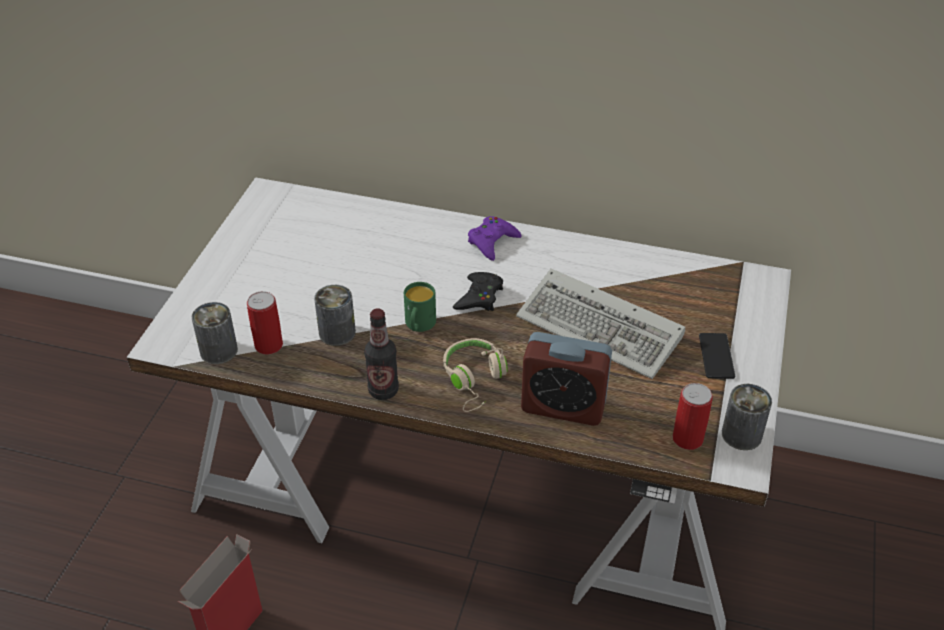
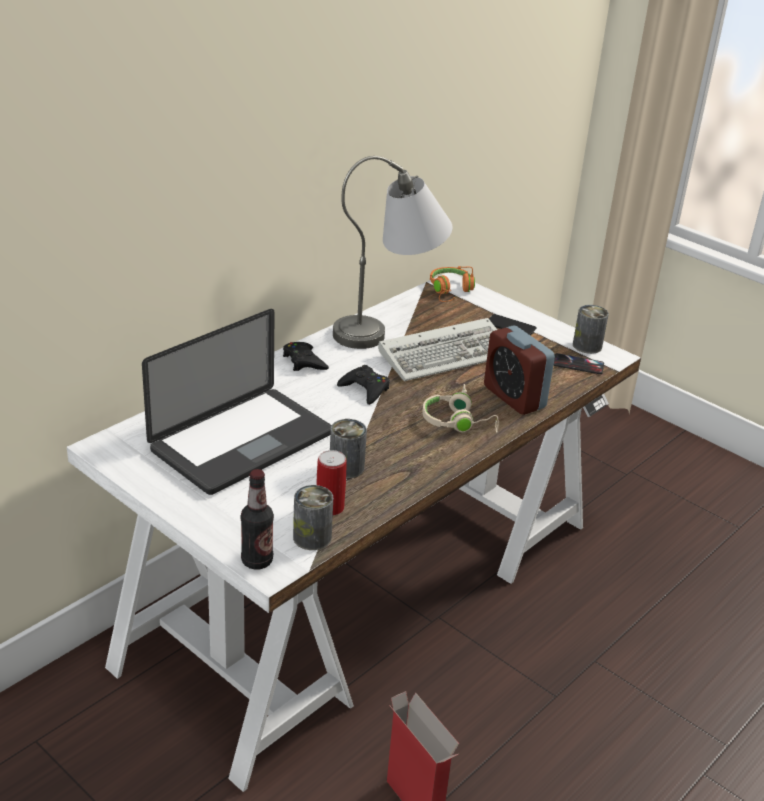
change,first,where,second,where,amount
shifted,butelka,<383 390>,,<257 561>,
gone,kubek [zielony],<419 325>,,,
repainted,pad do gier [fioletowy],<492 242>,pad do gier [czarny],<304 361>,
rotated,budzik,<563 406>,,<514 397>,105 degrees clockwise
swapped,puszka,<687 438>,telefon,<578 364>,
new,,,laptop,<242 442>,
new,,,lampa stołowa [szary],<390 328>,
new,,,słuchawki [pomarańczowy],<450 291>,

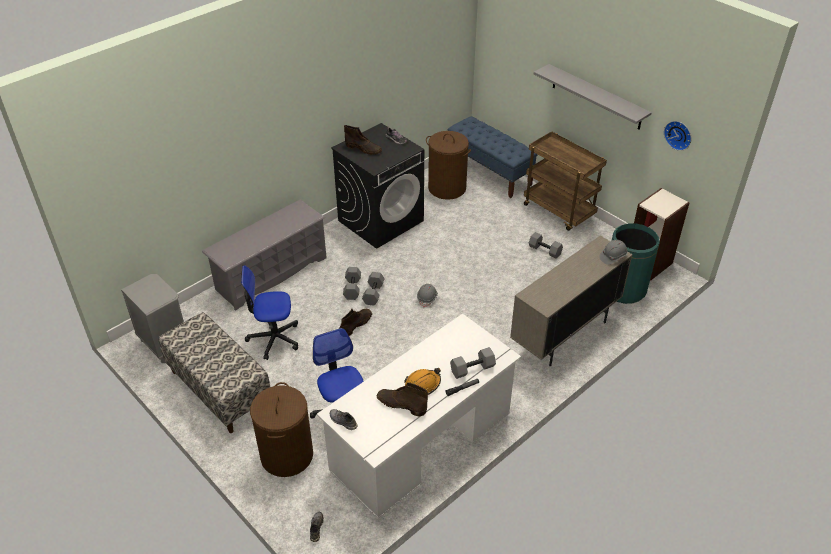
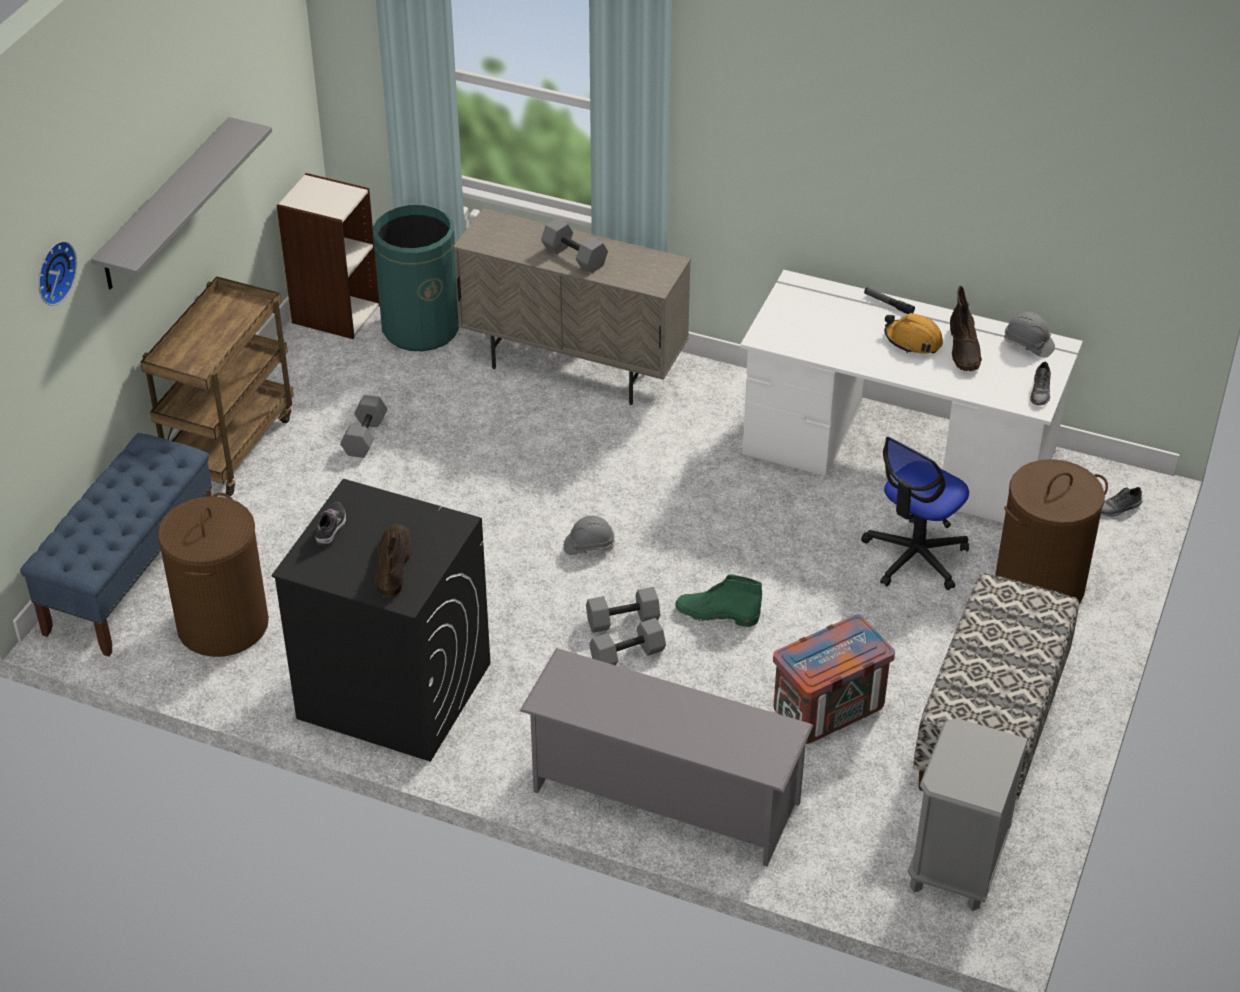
change,first,where,second,where,amount
swapped,krzesło biurowe,<274 338>,skrzynka,<827 710>,
repainted,but z cholewką [brązowy],<356 324>,but z cholewką [zielony],<716 614>,
shifted,hantel [szary],<472 368>,,<573 257>,
shifted,kask [szary],<613 257>,,<1028 345>,
shifted,zegar ścienny,<679 134>,,<52 272>,

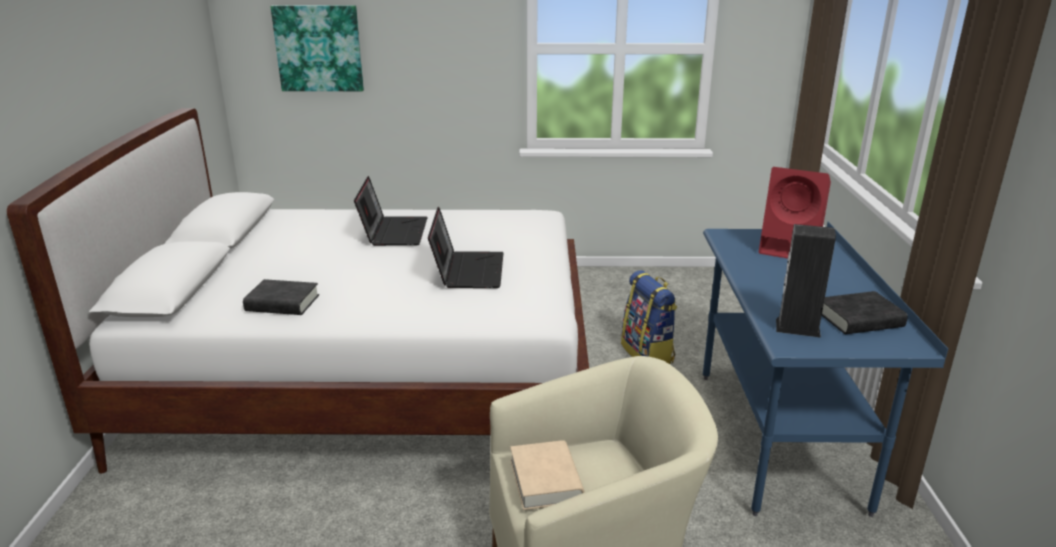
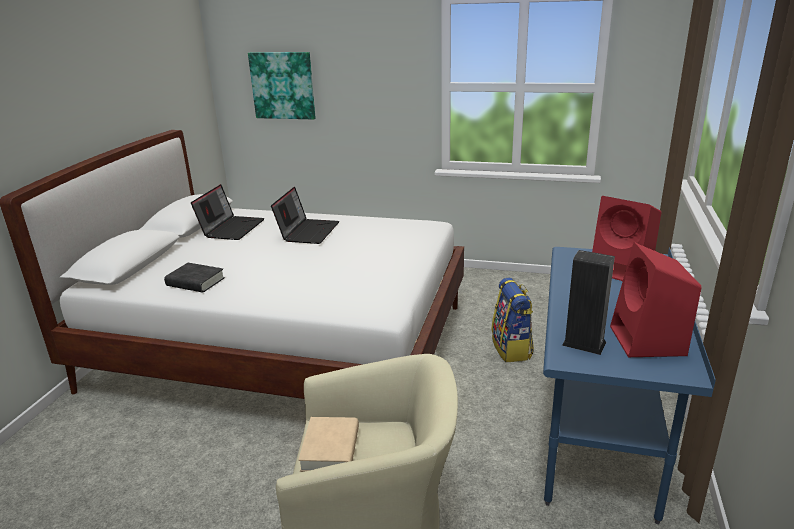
change,first,where,second,where,amount
shifted,laptop,<467 270>,,<231 228>,
swapped,książka [czarny],<859 319>,głośnik [czerwony],<648 342>,

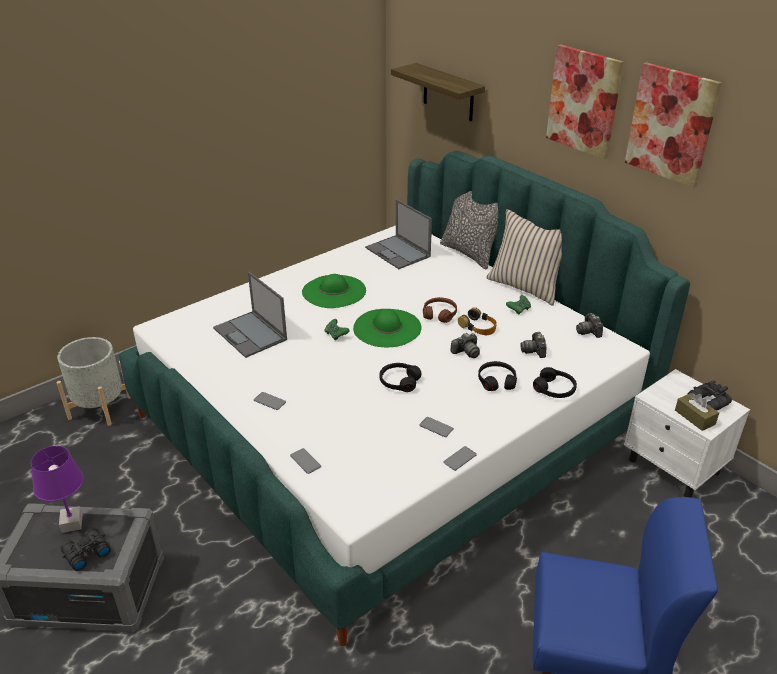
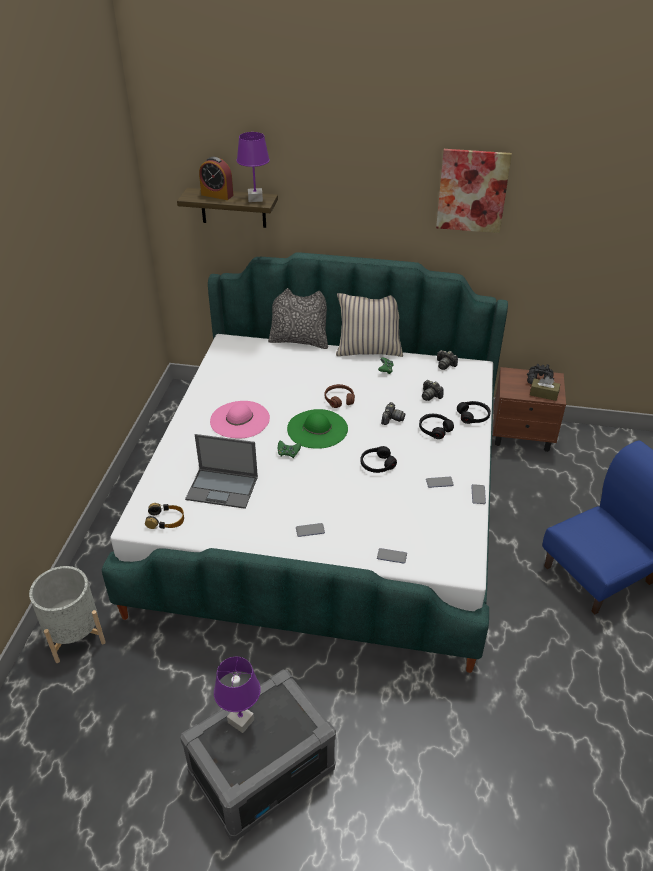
change,first,where,second,where,amount
gone,lornetka [czarny],<85 553>,,,
repainted,kapelusz [zielony],<334 291>,kapelusz [różowy],<240 420>,
gone,laptop,<398 252>,,,
shifted,słuchawki,<478 327>,,<166 520>,
gone,obraz,<584 101>,,,
repainted,szafka nocna [biały],<674 467>,szafka nocna [brązowy],<522 435>,
new,,,budzik,<217 195>,
new,,,lampa stołowa [fioletowy],<255 199>,

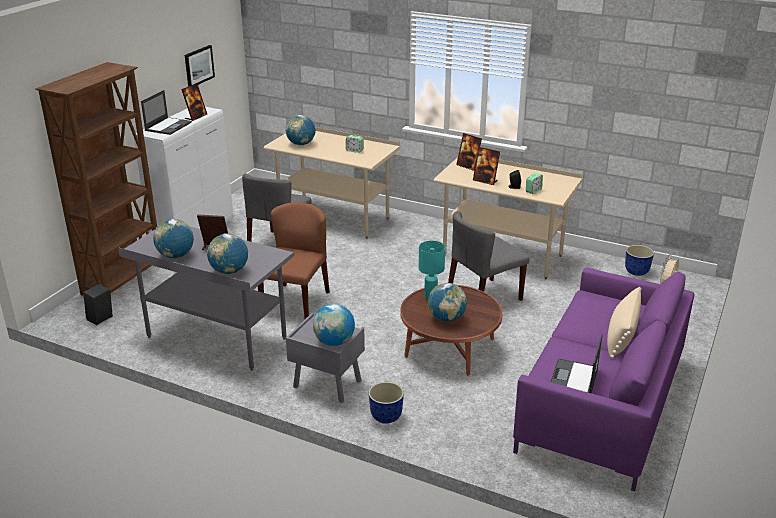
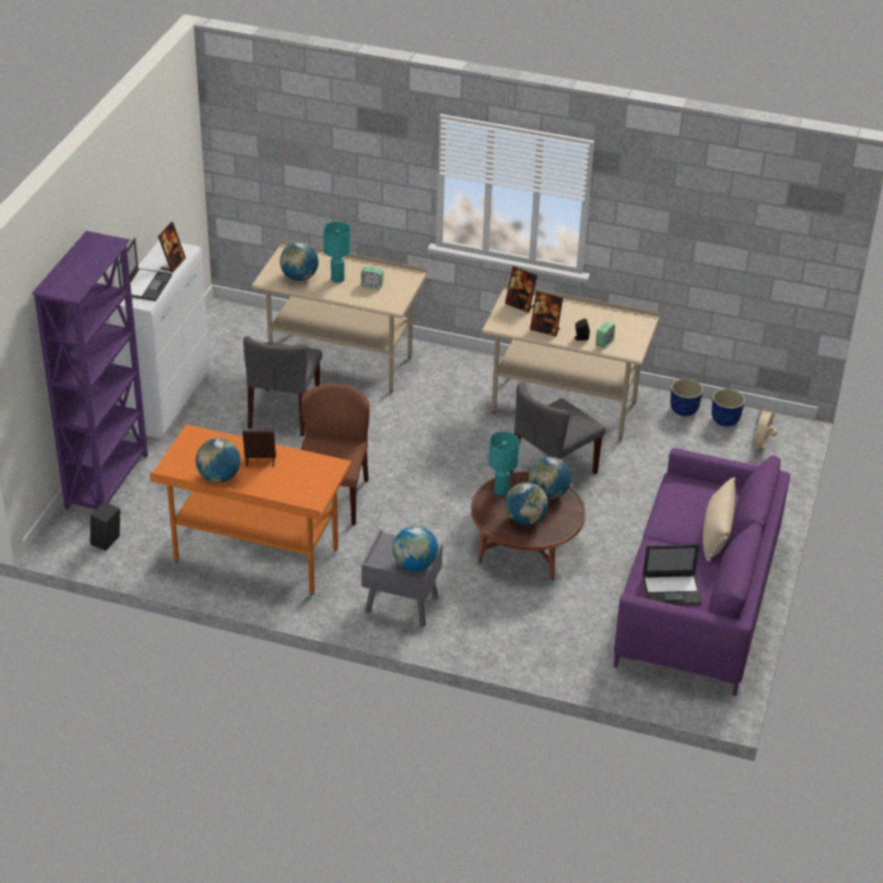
change,first,where,second,where,amount
repainted,regał [brązowy],<124 279>,regał [fioletowy],<108 481>,
repainted,biurko [szary],<216 338>,biurko [pomarańczowy],<256 556>,
gone,obraz,<199 66>,,,
shifted,globus,<229 271>,,<548 494>,
shifted,donica,<386 417>,,<684 411>,
rotated,laptop,<573 379>,,<672 590>,105 degrees counterclockwise
new,,,lampa stołowa [turkusowy],<337 279>,

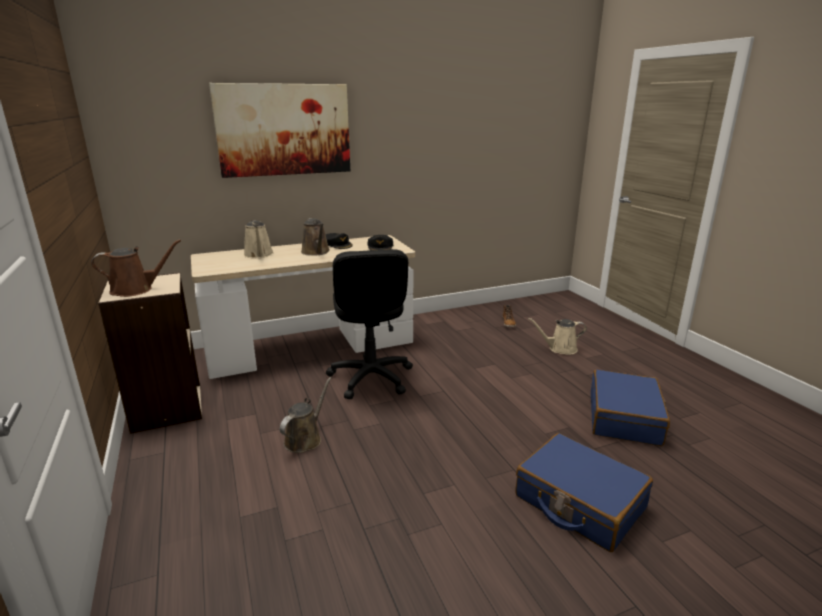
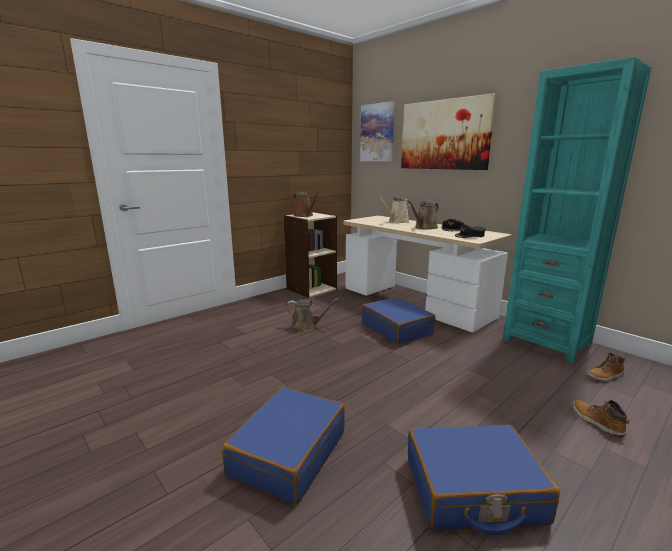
change,first,where,second,where,amount
swapped,krzesło biurowe [czarny],<370 378>,walizka [niebieski],<397 329>,
swapped,konewka [beżowy],<560 349>,but z cholewką,<596 422>,
new,,,obraz,<377 133>,
new,,,regał [turkusowy],<546 341>,

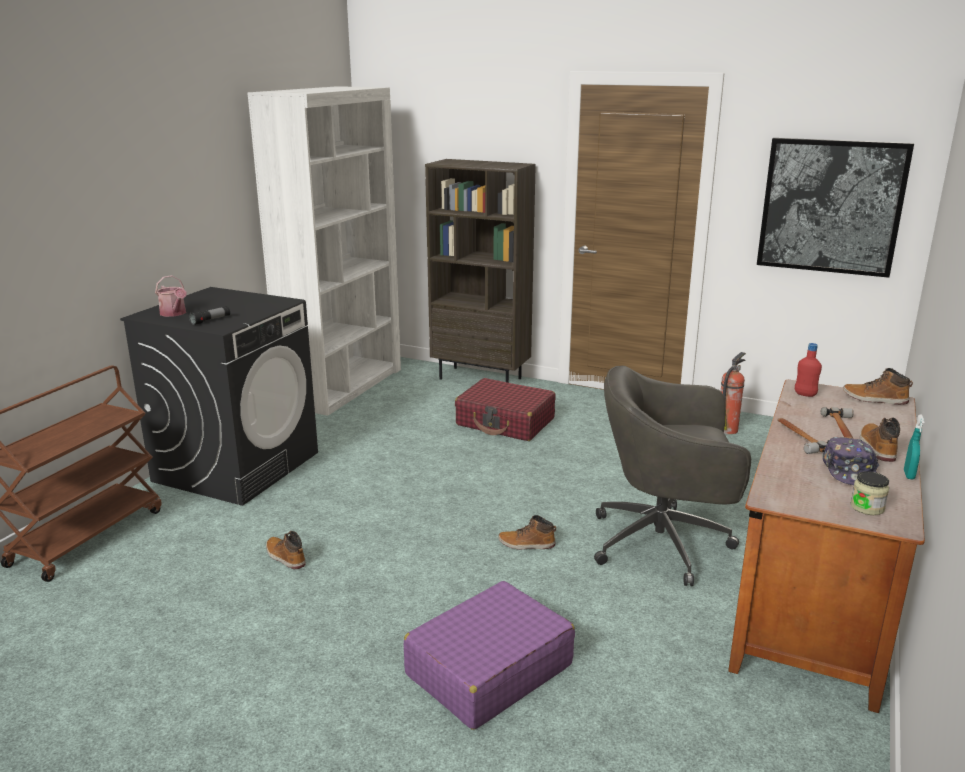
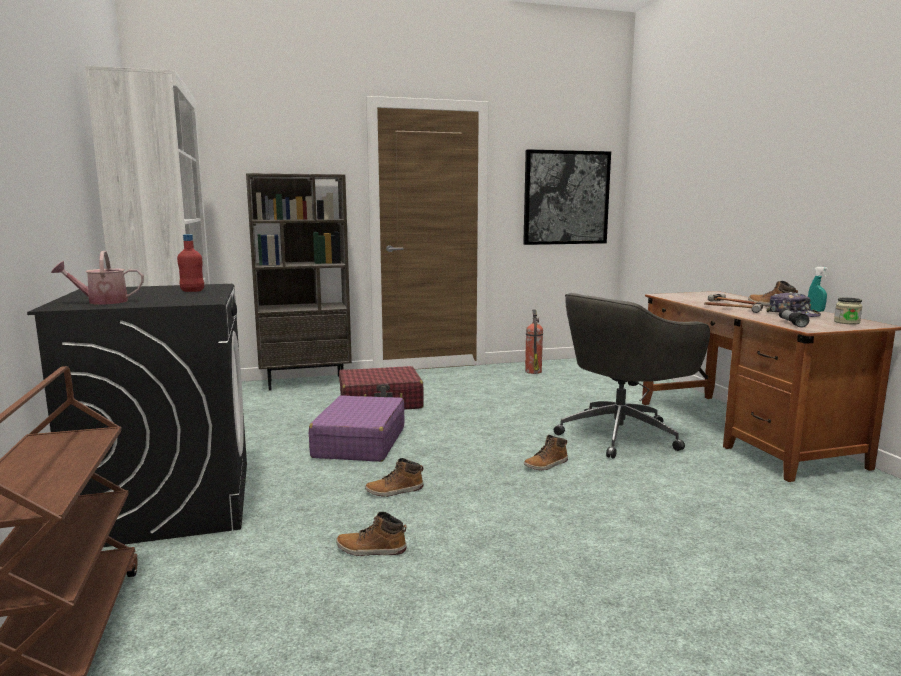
change,first,where,second,where,amount
rotated,konewka,<174 313>,,<102 302>,150 degrees clockwise
shifted,latarka,<211 320>,,<792 323>,
shifted,walizka [fioletowy],<488 670>,,<359 442>,
shifted,butelka [czerwony],<805 394>,,<192 291>,
shifted,but z cholewką,<874 399>,,<395 491>,

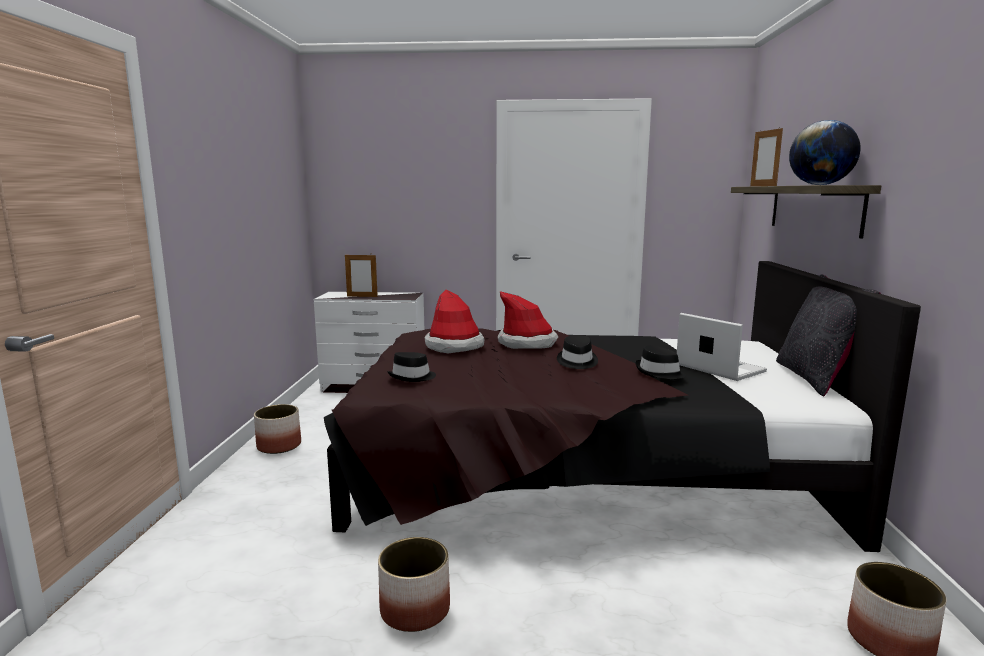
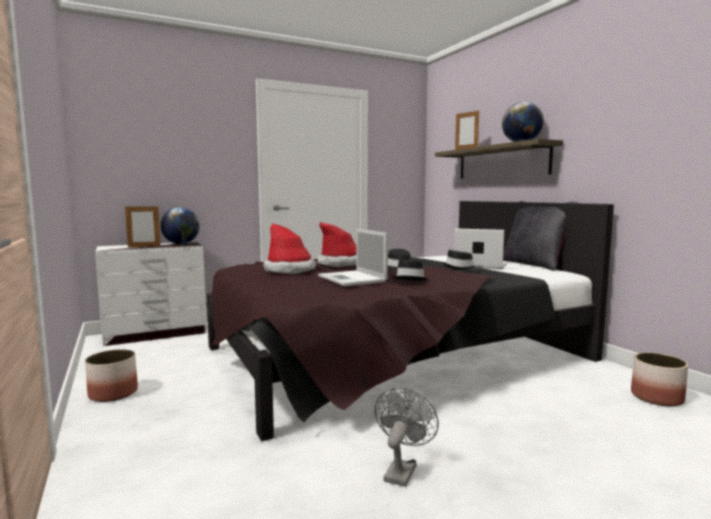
change,first,where,second,where,amount
swapped,donica,<414 609>,wentylator [szary],<401 470>,
shifted,kapelusz [czarny],<412 377>,,<410 279>,
new,,,globus,<181 244>,
new,,,laptop,<352 279>,

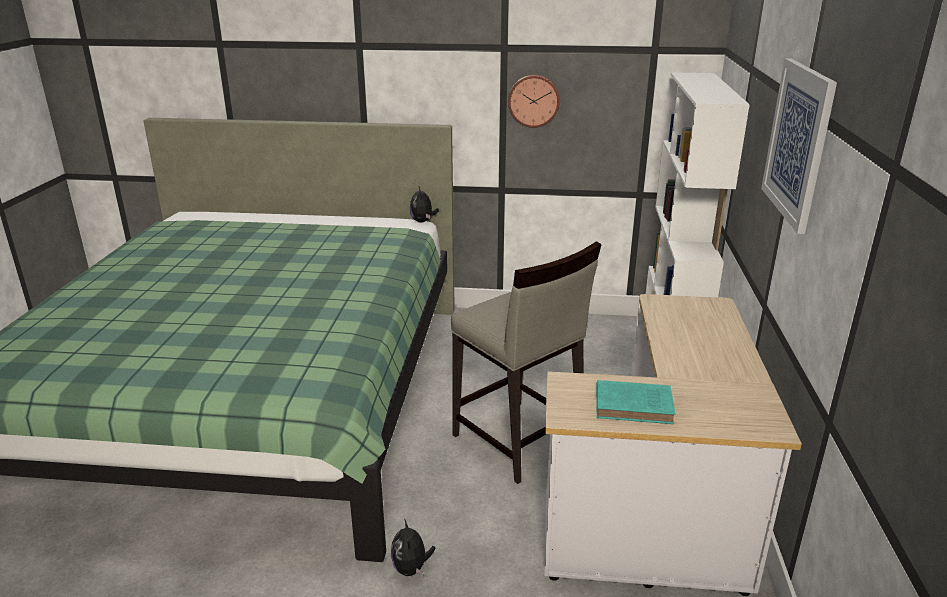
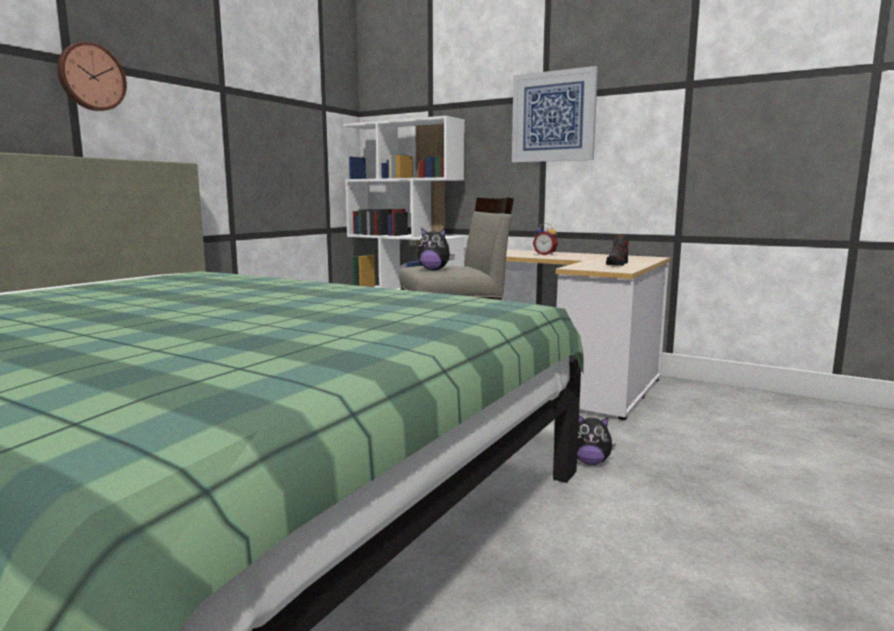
change,first,where,second,where,amount
shifted,pluszak,<423 221>,,<434 270>,
shifted,zegar ścienny,<533 100>,,<91 77>,
swapped,książka [turkusowy],<636 406>,but,<617 264>,
new,,,budzik,<545 254>,

